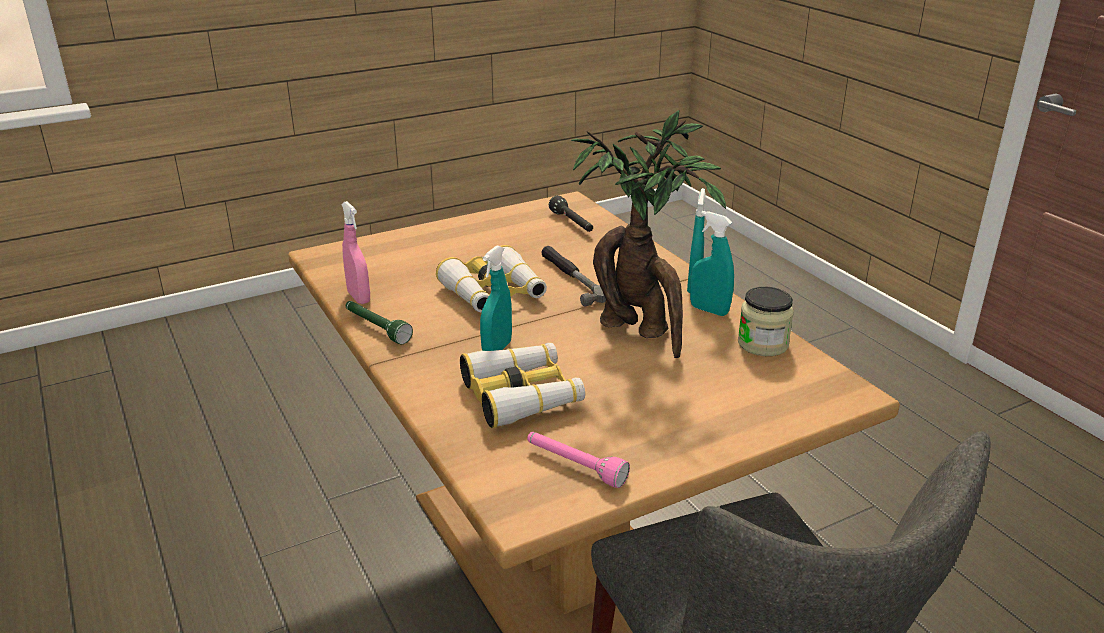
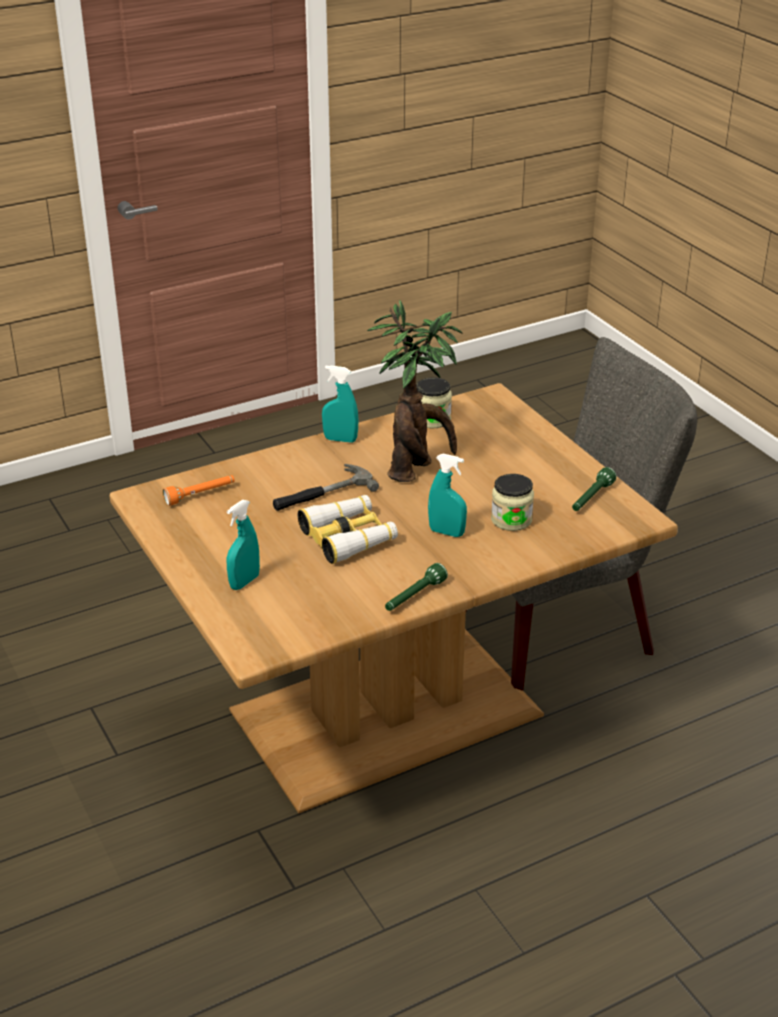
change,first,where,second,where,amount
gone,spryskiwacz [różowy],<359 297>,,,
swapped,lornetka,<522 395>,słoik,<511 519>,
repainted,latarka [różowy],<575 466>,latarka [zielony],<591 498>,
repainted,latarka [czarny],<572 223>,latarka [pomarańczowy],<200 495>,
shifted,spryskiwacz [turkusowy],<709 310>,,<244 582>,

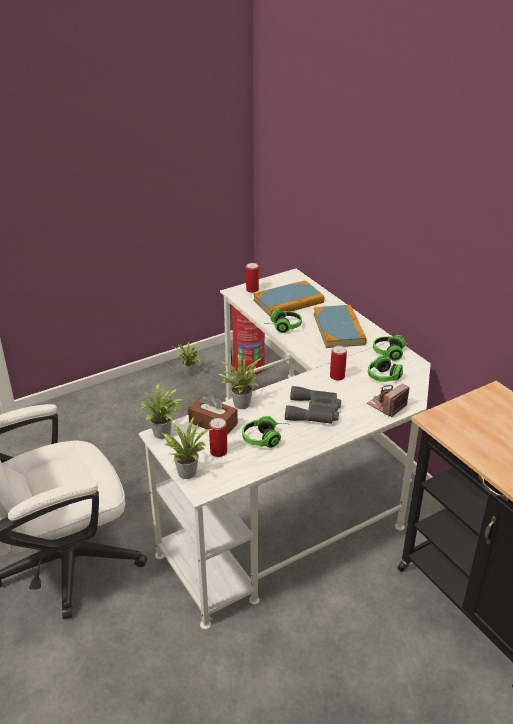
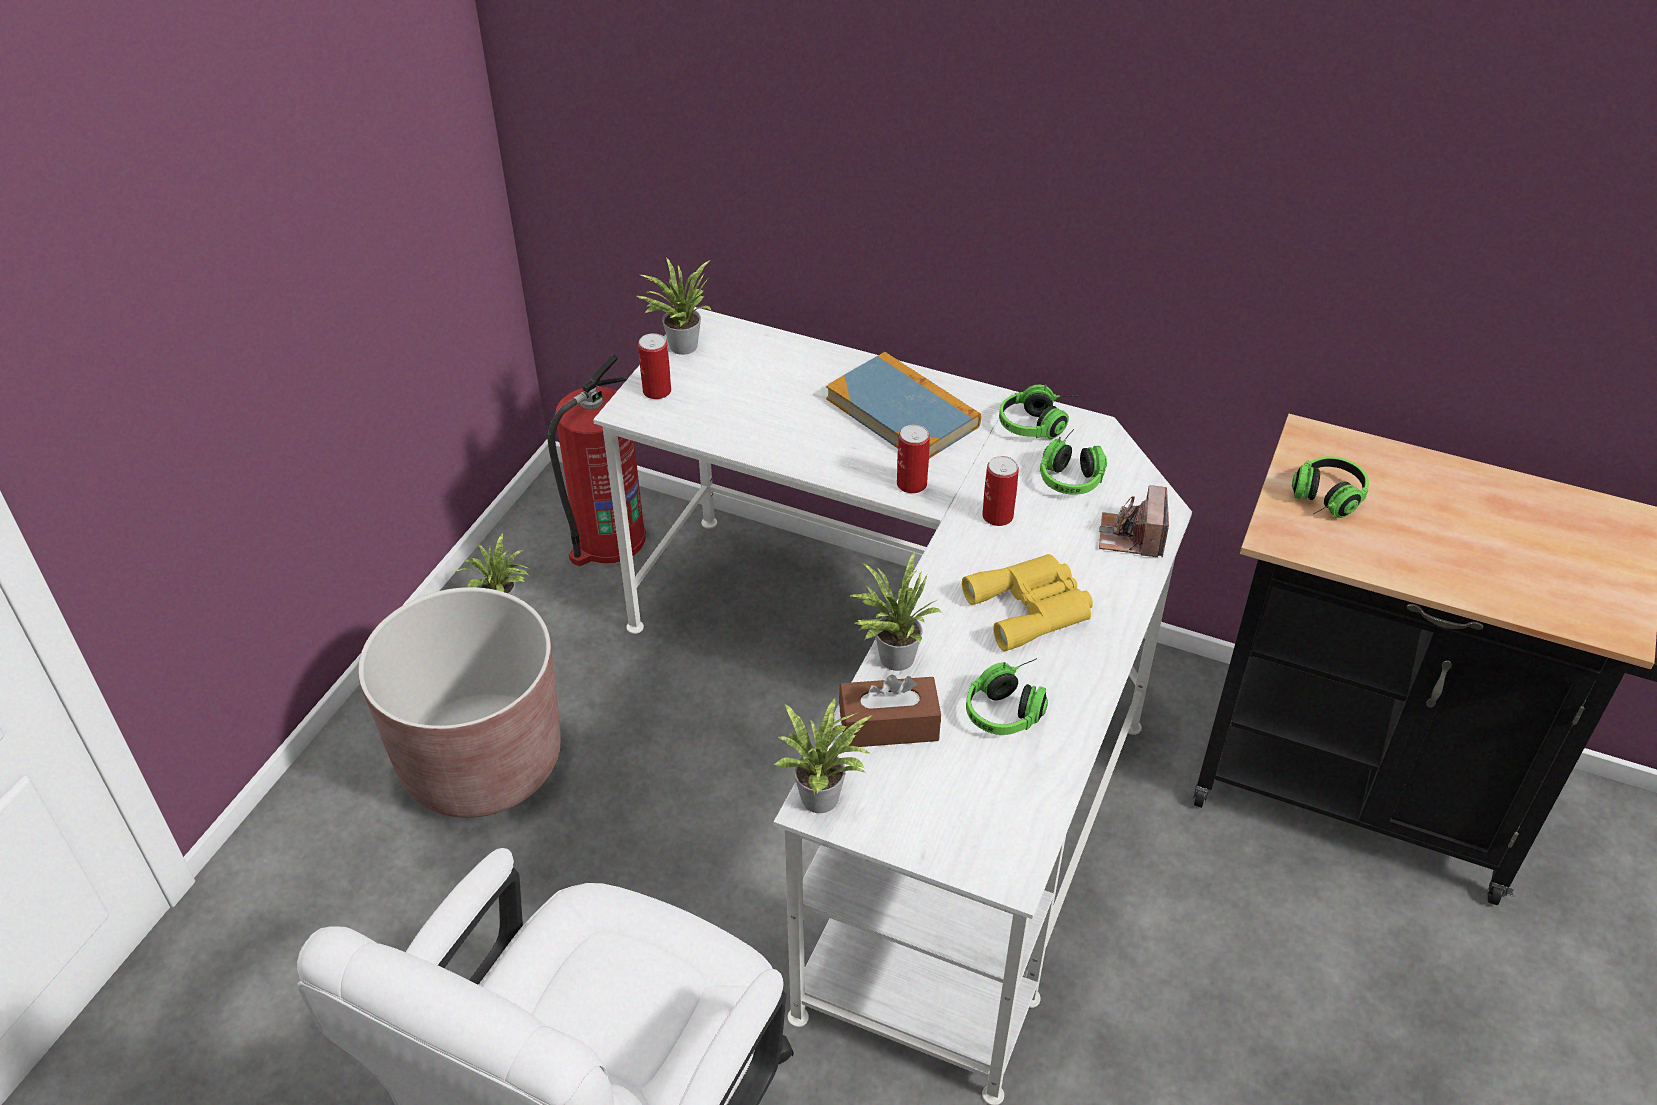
change,first,where,second,where,amount
shifted,roślina doniczkowa,<186 471>,,<680 344>,
shifted,puszka,<218 451>,,<911 484>,
gone,książka,<288 301>,,,
shifted,słuchawki,<282 326>,,<1322 501>,
repainted,lornetka [szary],<314 411>,lornetka [żółty],<1032 608>,
new,,,donica [brązowy],<481 761>,

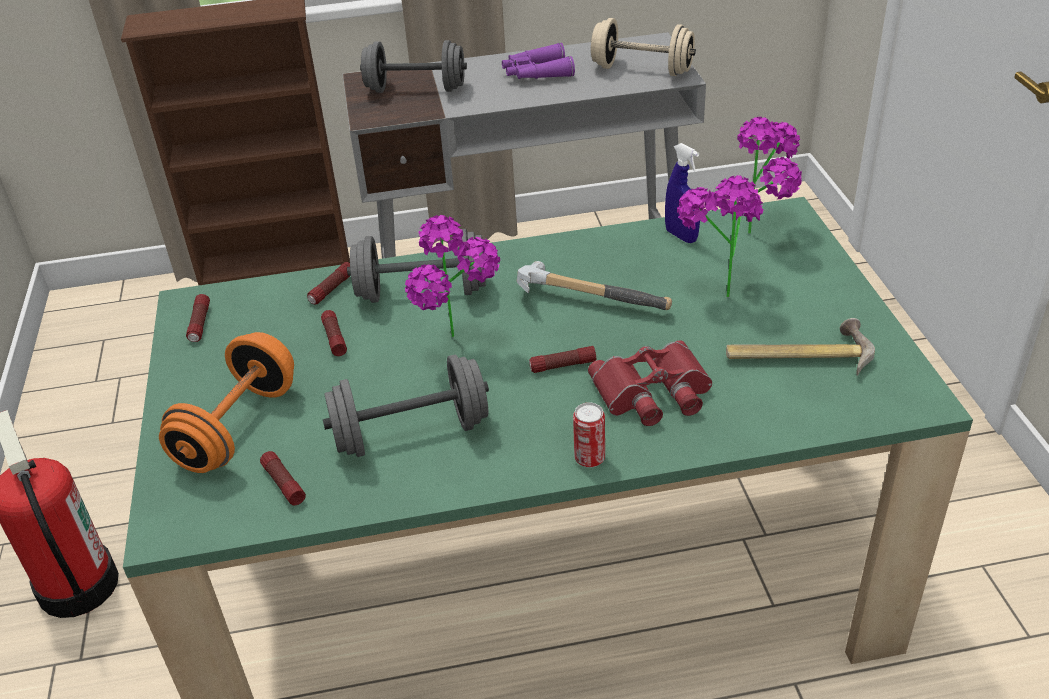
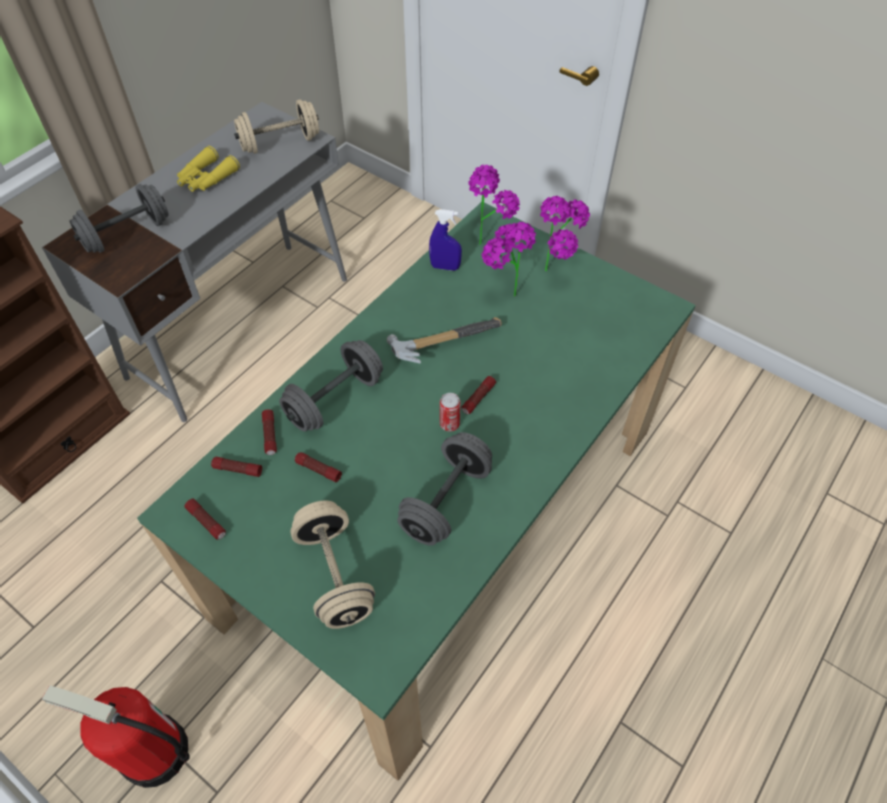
change,first,where,second,where,amount
repainted,hantel [pomarańczowy],<237 428>,hantel [beżowy],<335 575>,
shifted,latarka,<283 484>,,<237 470>,
shifted,roślina doniczkowa,<461 345>,,<557 273>,
repainted,lornetka [fioletowy],<536 73>,lornetka [żółty],<206 178>,
shifted,puszka,<589 458>,,<449 424>,
gone,lornetka [czerwony],<653 393>,,,
gone,młotek,<798 354>,,,

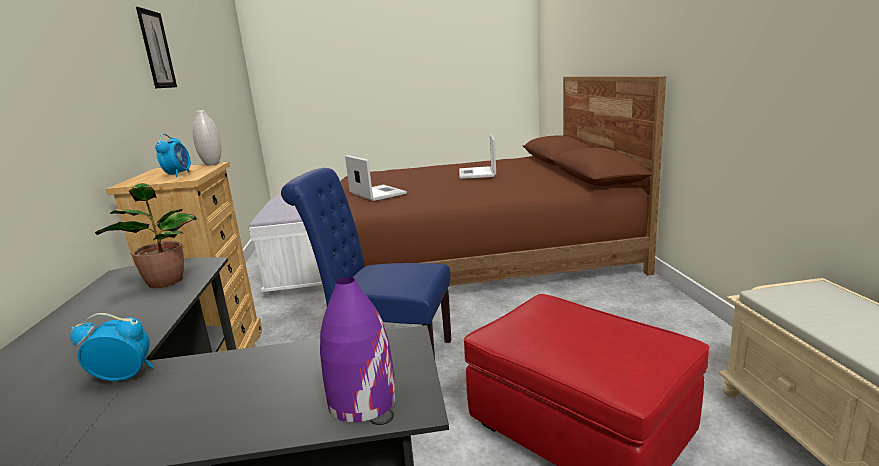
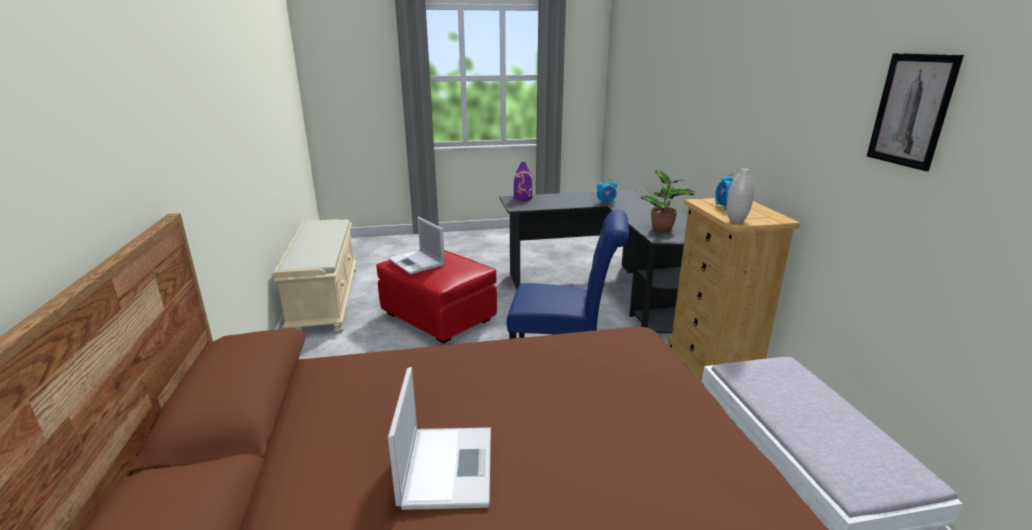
change,first,where,second,where,amount
shifted,laptop,<377 193>,,<417 262>,

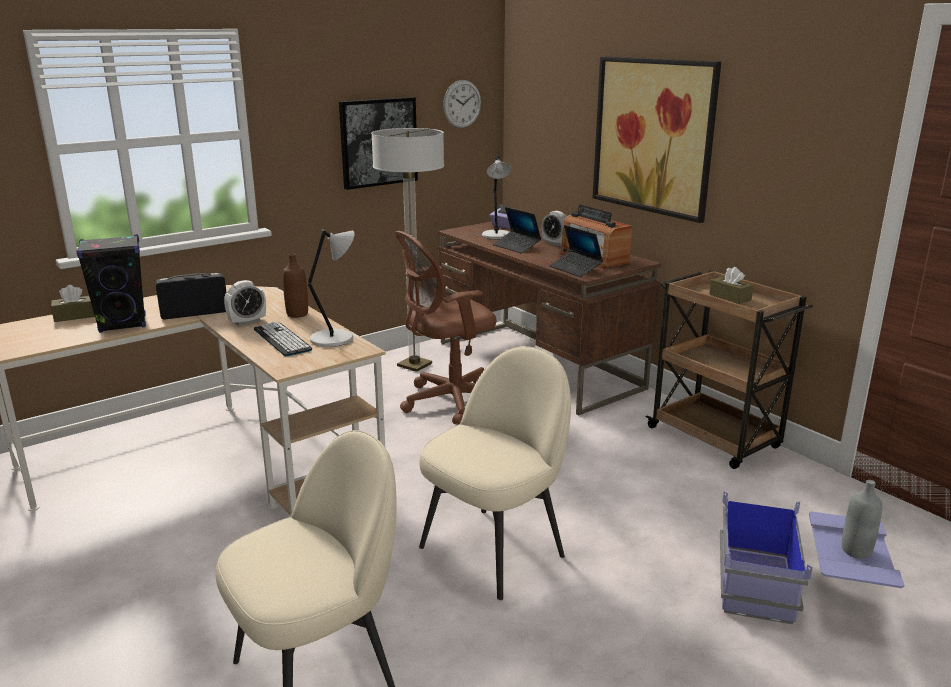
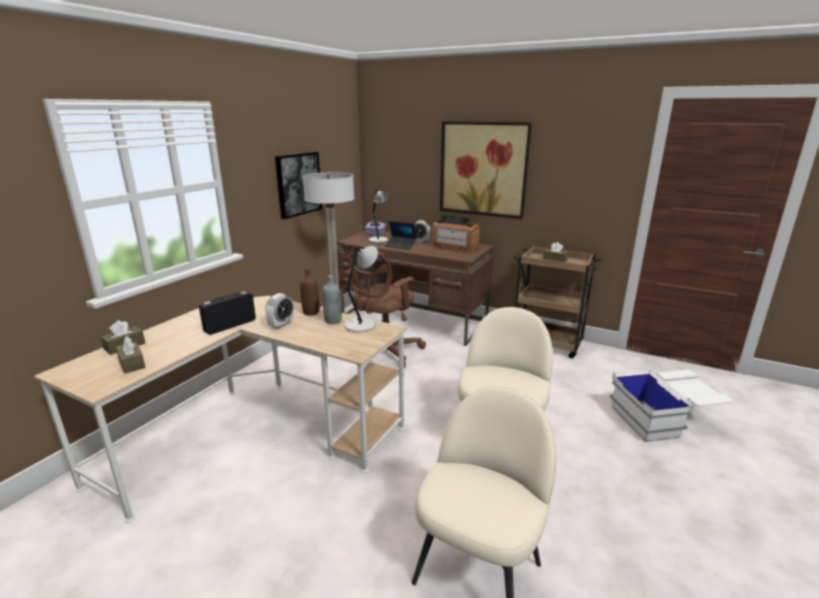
change,first,where,second,where,amount
gone,głośnik [czarny],<123 324>,,,
gone,klawiatura,<282 339>,,,
gone,zegar ścienny,<462 104>,,,
gone,laptop,<575 269>,,,
repainted,pojemnik do przechowywania [niebieski],<796 592>,pojemnik do przechowywania [biały],<664 419>,
shifted,butelka [szary],<856 551>,,<333 321>,
new,,,pudełko chusteczek [brązowy],<132 363>,

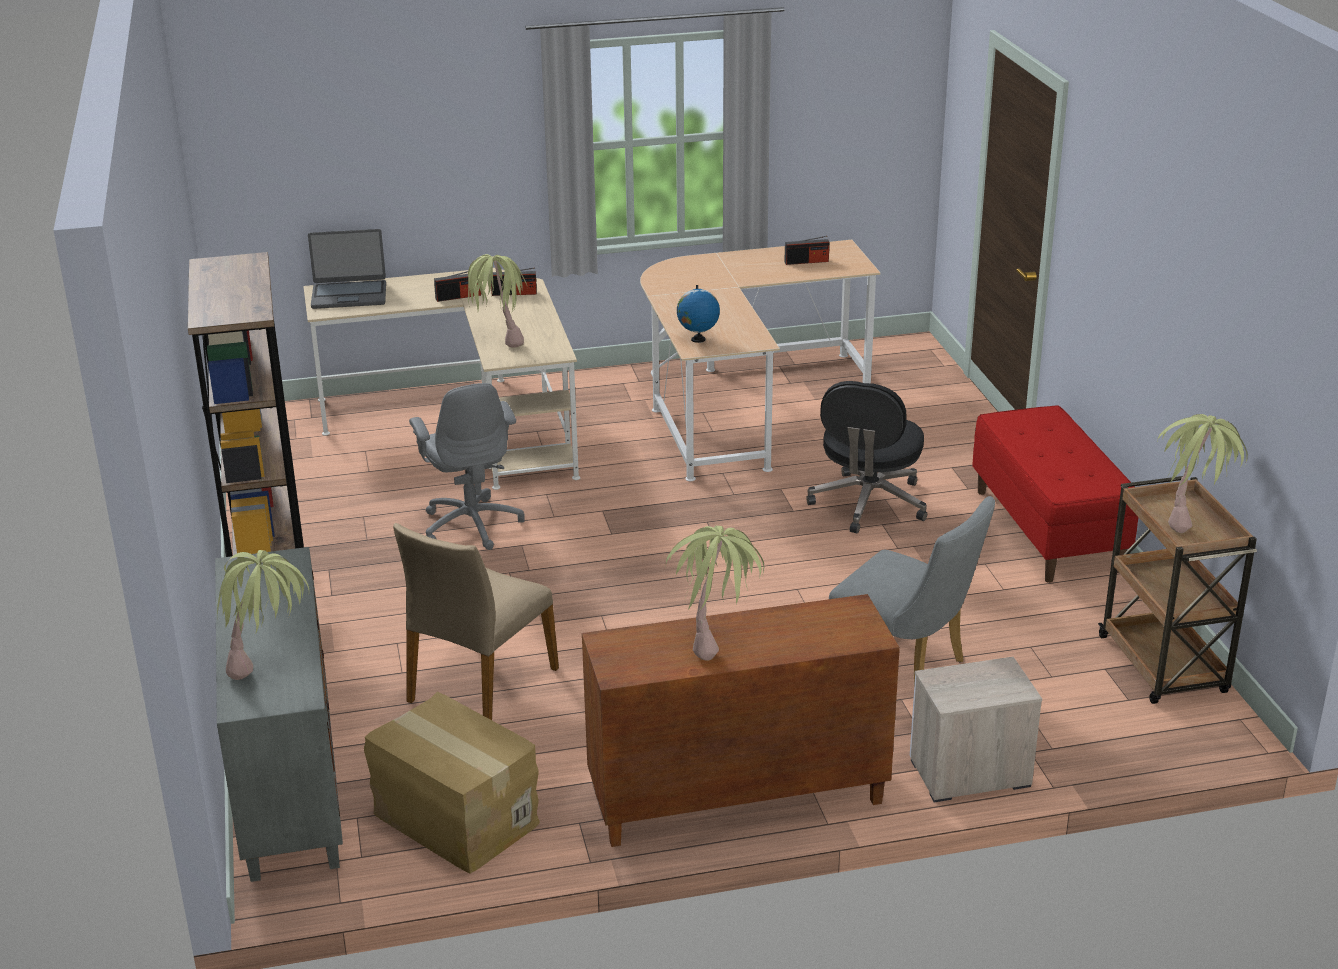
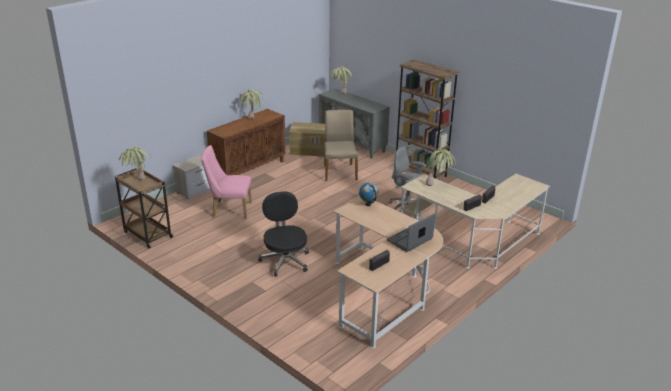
change,first,where,second,where,amount
shifted,laptop,<349 295>,,<410 240>,
repainted,krzesło [szary],<906 667>,krzesło [różowy],<229 209>,
gone,ławka [czerwony],<1048 530>,,,

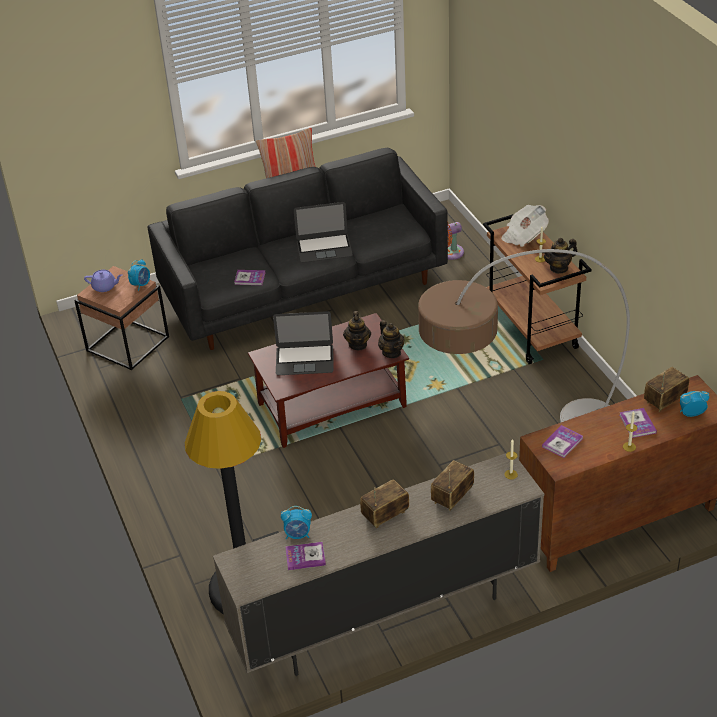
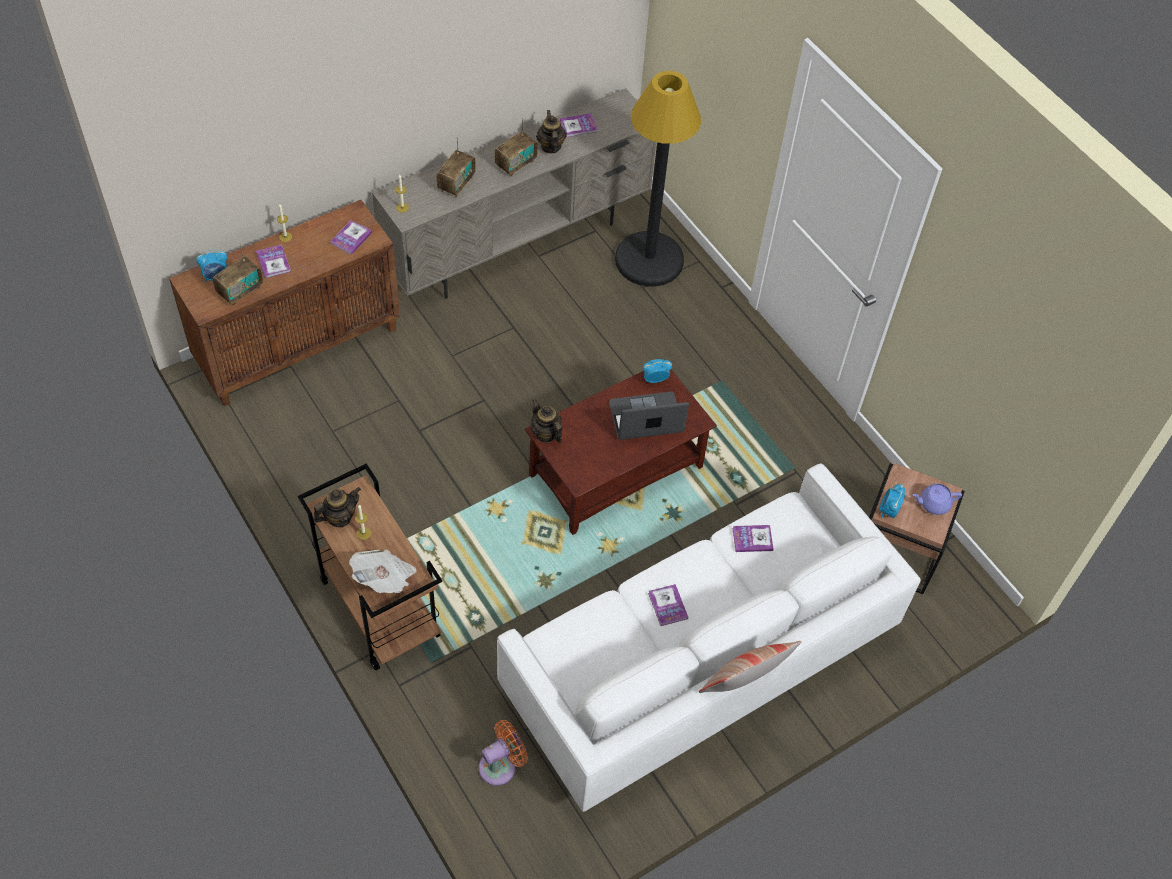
change,first,where,second,where,amount
repainted,kanapa [czarny],<305 292>,kanapa [biały],<696 664>,
shifted,budzik,<298 535>,,<654 379>,
swapped,laptop,<324 248>,książka,<667 606>,
shifted,imbryk,<358 344>,,<550 146>,
gone,lampa stojąca,<512 436>,,,

